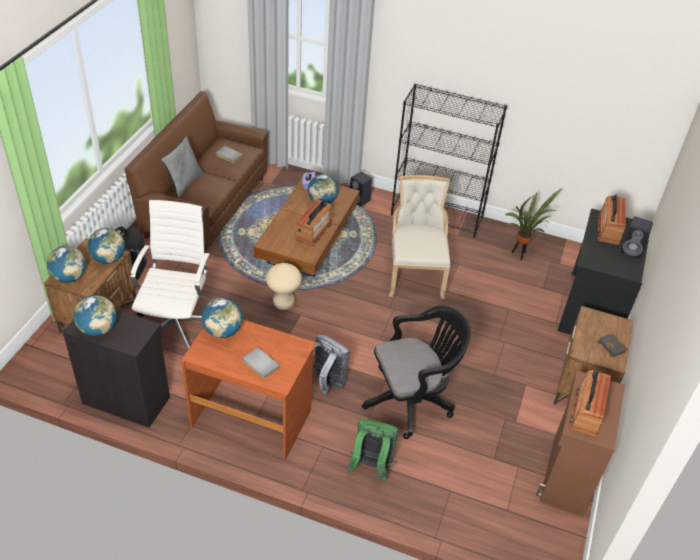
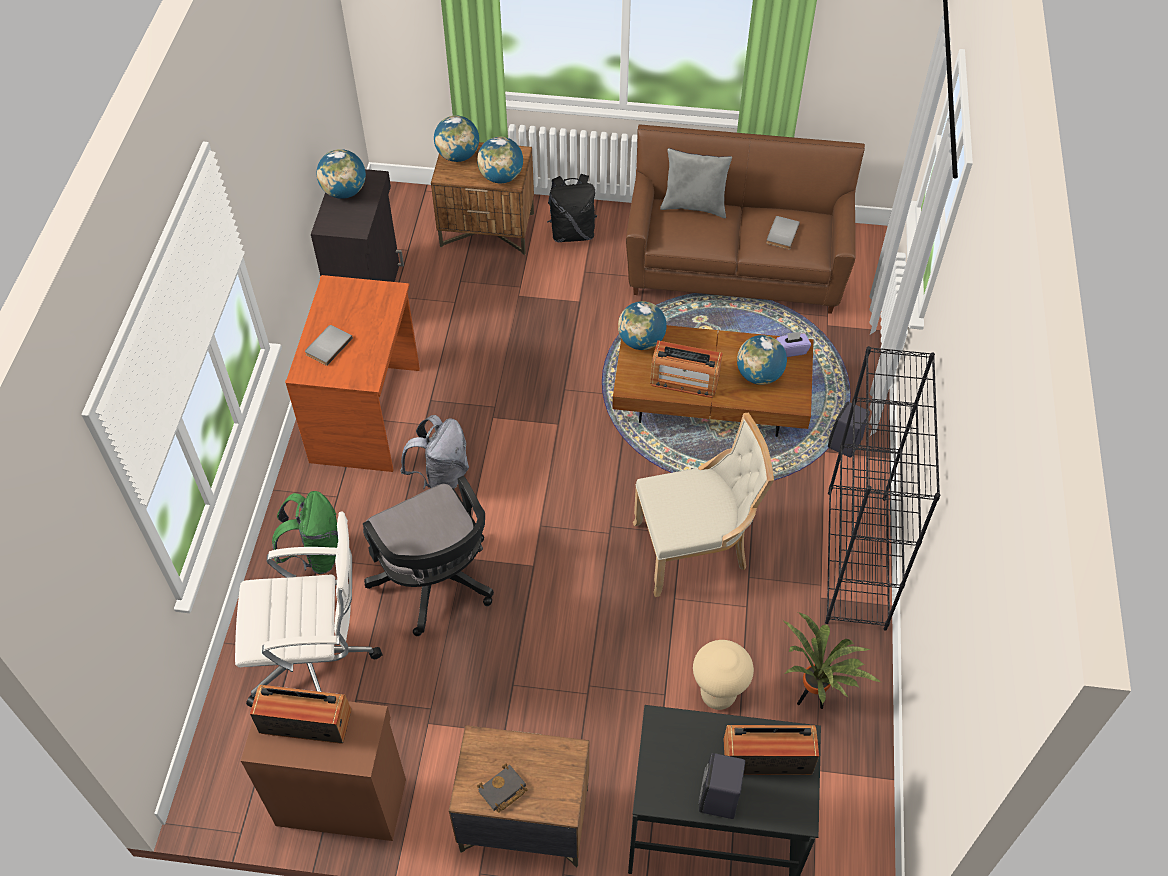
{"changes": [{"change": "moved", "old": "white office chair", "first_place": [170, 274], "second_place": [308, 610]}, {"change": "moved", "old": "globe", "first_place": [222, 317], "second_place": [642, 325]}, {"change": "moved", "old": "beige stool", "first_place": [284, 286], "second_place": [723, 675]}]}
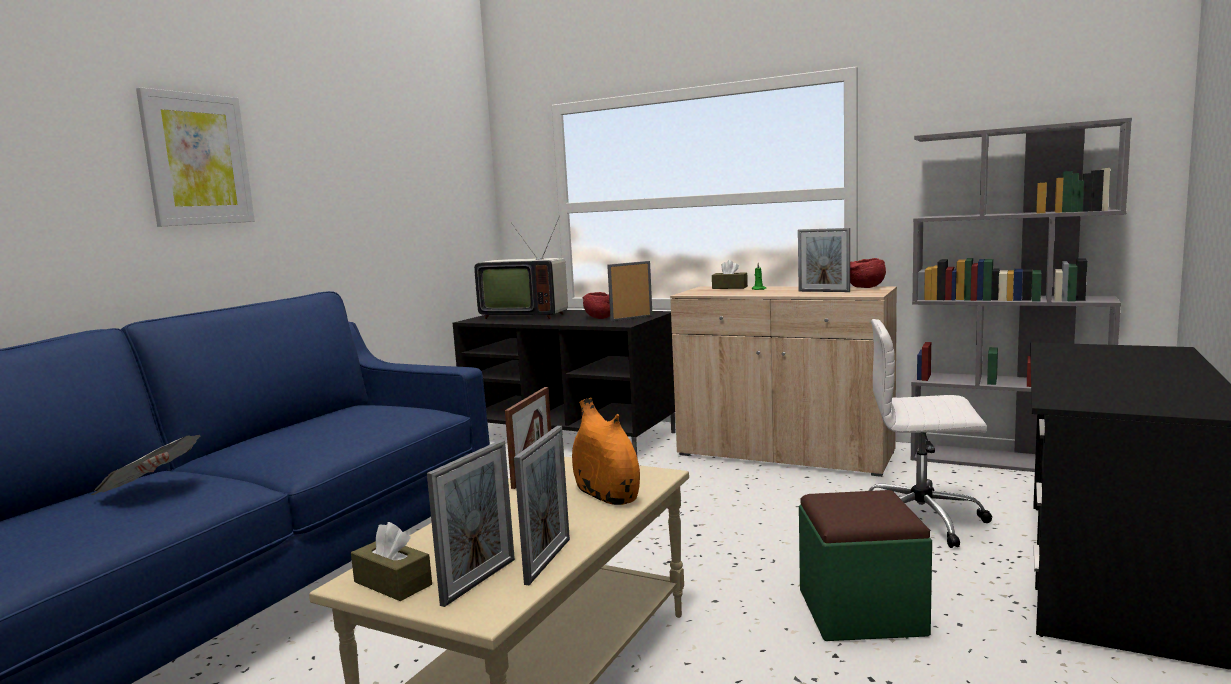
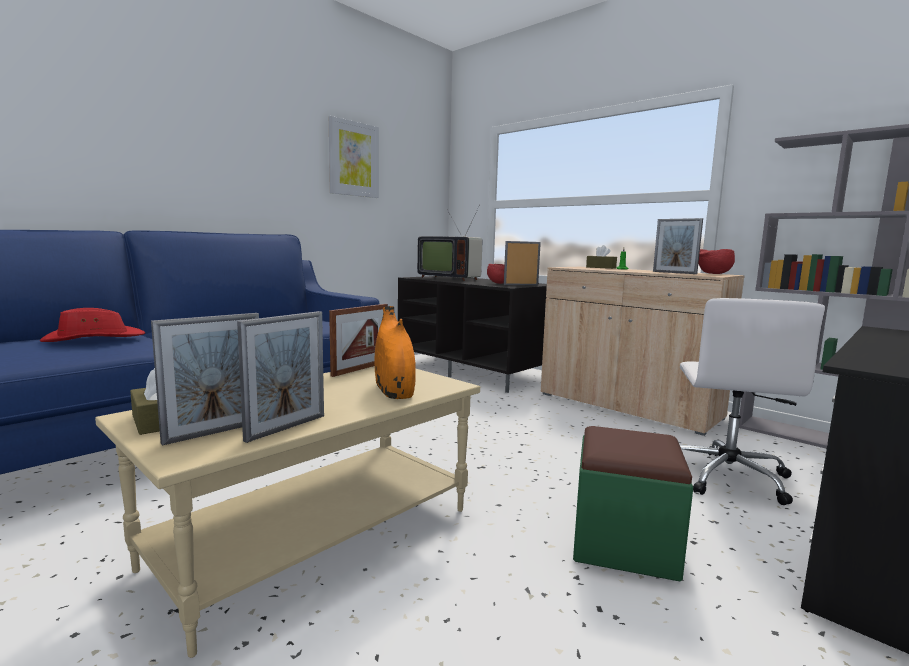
{"changes": [{"change": "moved", "old": "picture", "first_place": [195, 157], "second_place": [354, 157]}, {"change": "replaced", "old": "newspaper", "new": "red hat", "first_place": [145, 465], "second_place": [92, 325]}, {"change": "turned", "old": "white office chair", "first_place": [930, 433], "second_place": [752, 401], "degrees": -105}]}
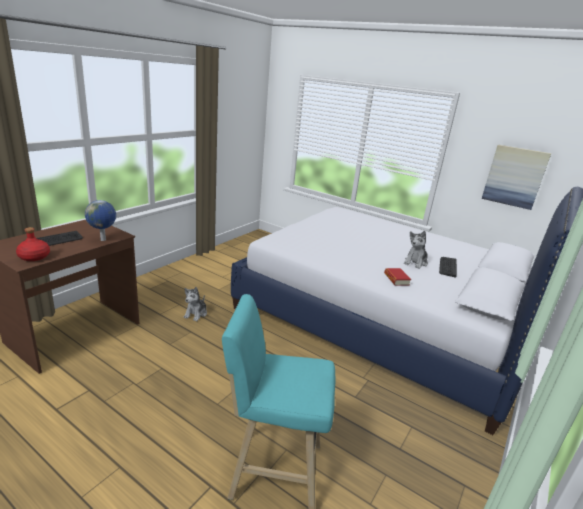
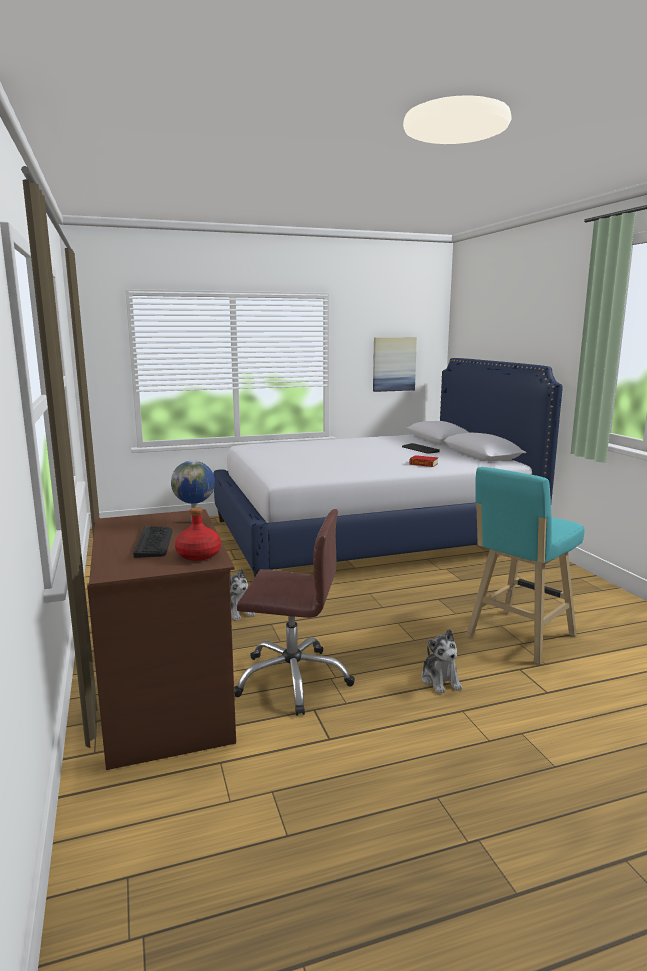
{"changes": [{"change": "added", "new": "brown office chair", "second_place": [294, 612]}, {"change": "moved", "old": "plush toy", "first_place": [416, 250], "second_place": [442, 661]}]}
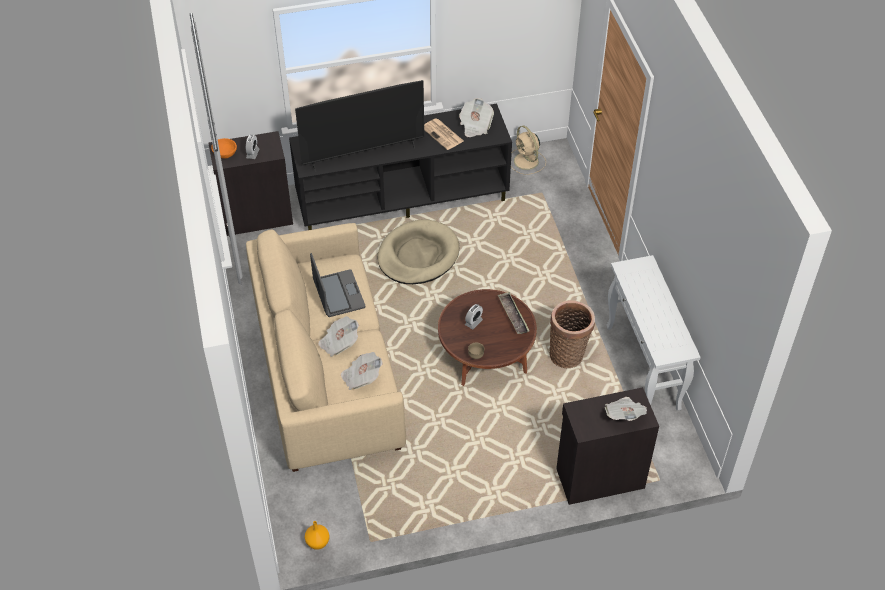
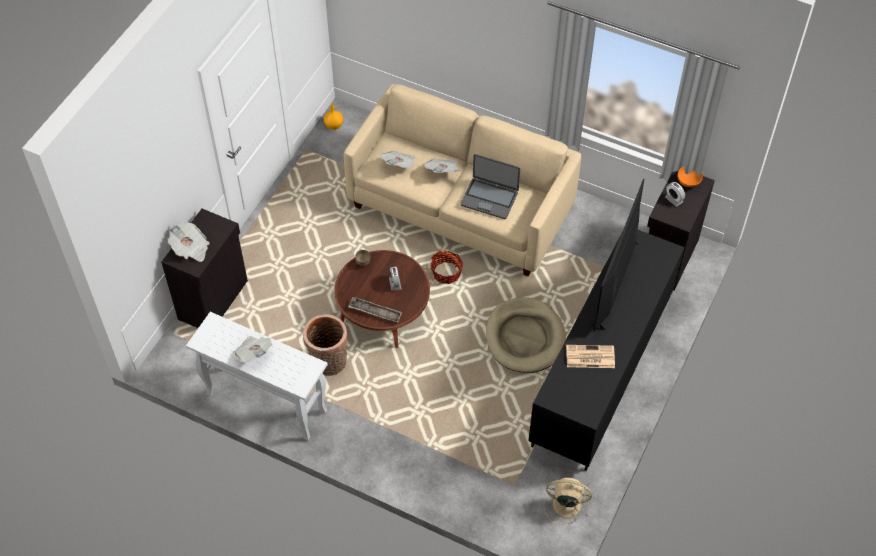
{"changes": [{"change": "added", "new": "basket", "second_place": [447, 267]}, {"change": "moved", "old": "newspaper", "first_place": [476, 117], "second_place": [253, 349]}]}
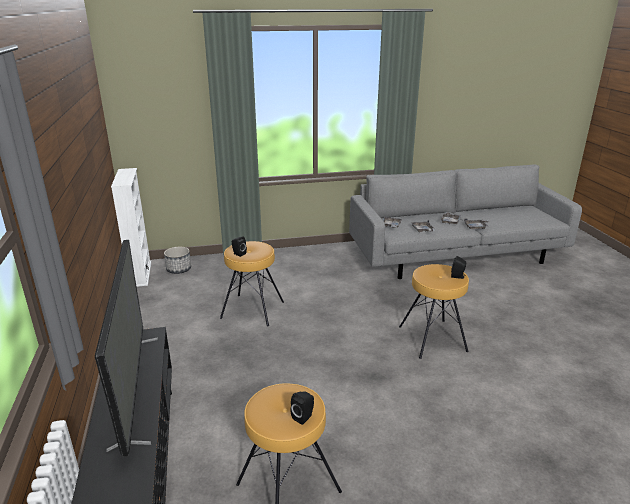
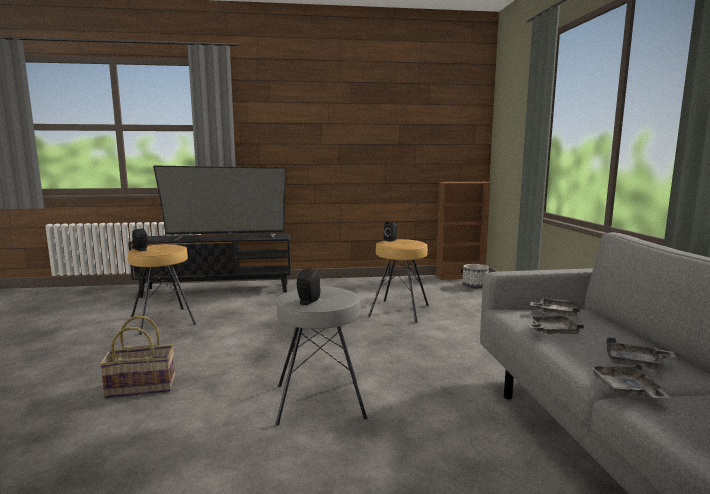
{"changes": [{"change": "added", "new": "basket", "second_place": [137, 357]}, {"change": "recoloured", "old": "white bookcase", "new": "brown bookcase", "first_place": [131, 227], "second_place": [463, 231]}, {"change": "recoloured", "old": "brown stool", "new": "grey stool", "first_place": [434, 311], "second_place": [321, 356]}]}
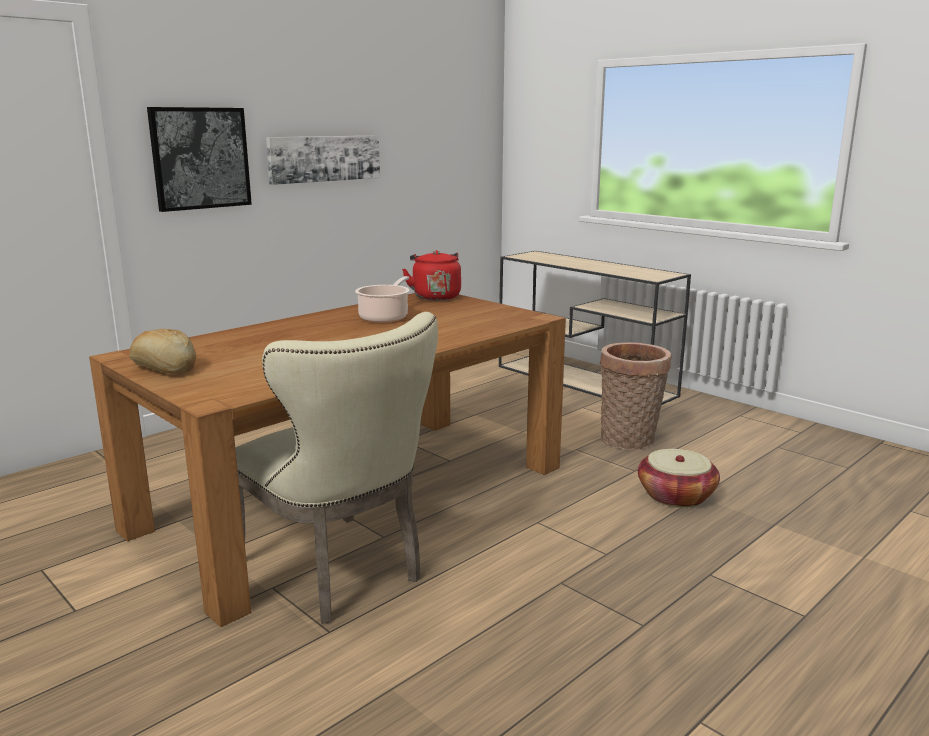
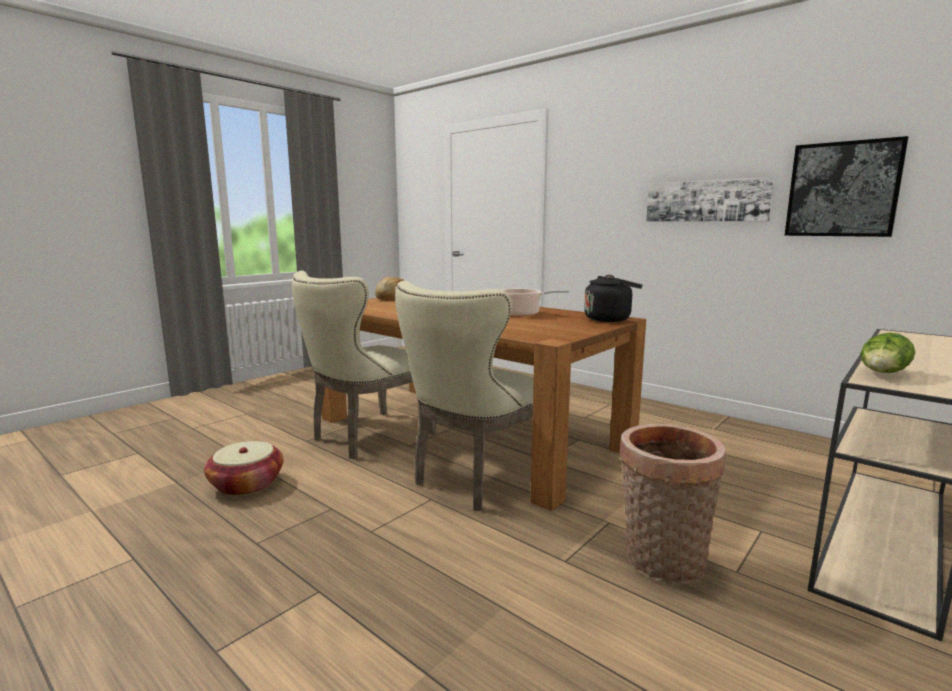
{"changes": [{"change": "added", "new": "beige chair", "second_place": [464, 396]}, {"change": "added", "new": "lettuce", "second_place": [887, 353]}, {"change": "moved", "old": "picture", "first_place": [199, 159], "second_place": [846, 186]}, {"change": "moved", "old": "basket", "first_place": [679, 478], "second_place": [243, 468]}, {"change": "recoloured", "old": "red kettle", "new": "black kettle", "first_place": [431, 275], "second_place": [613, 298]}]}
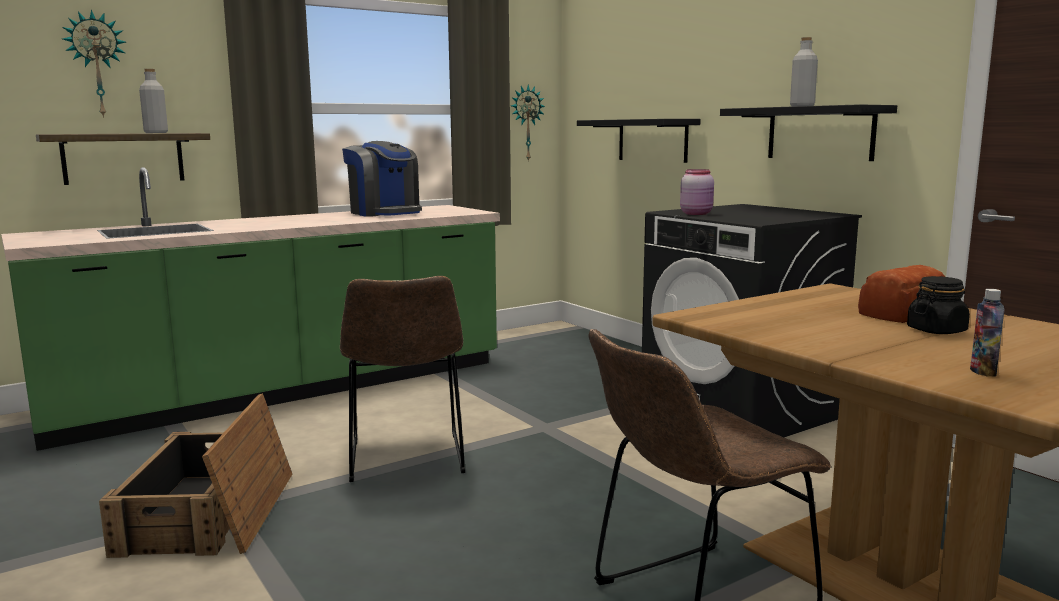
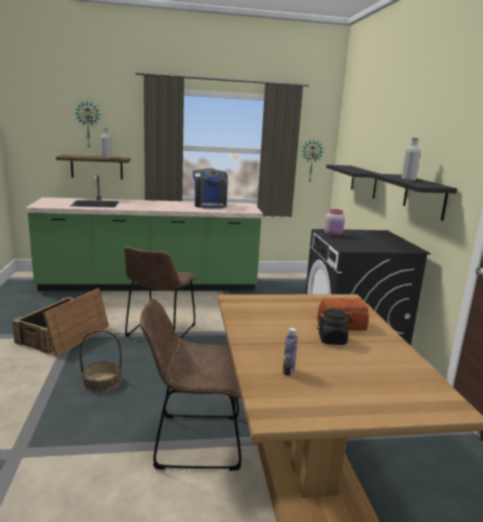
{"changes": [{"change": "added", "new": "basket", "second_place": [100, 361]}]}
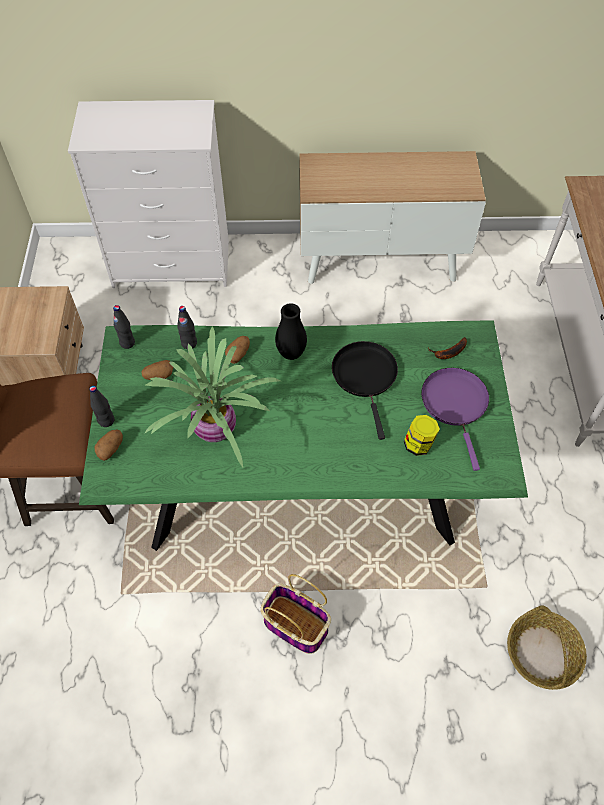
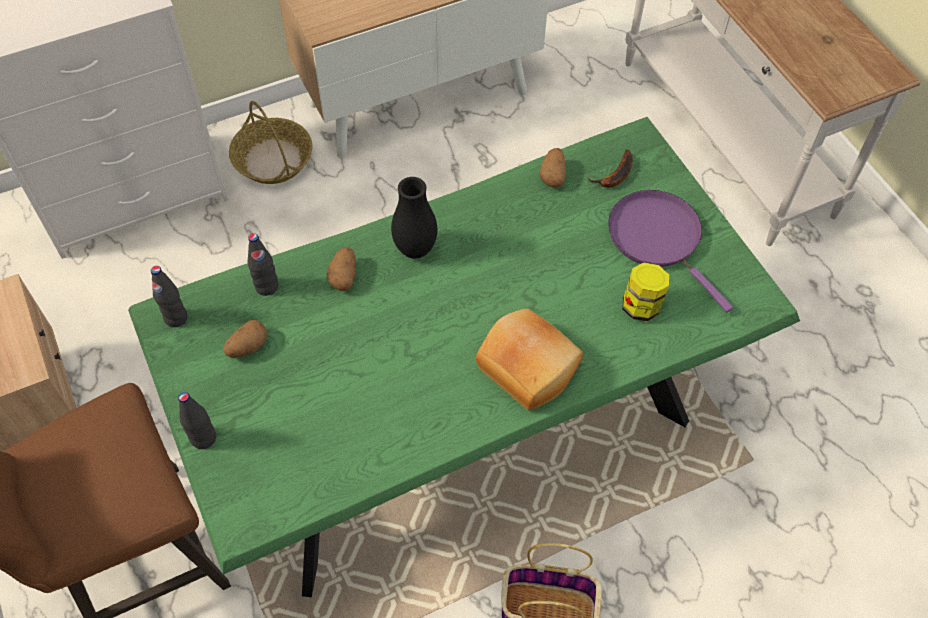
{"changes": [{"change": "removed", "old": "potted plant", "first_place": [212, 396]}, {"change": "removed", "old": "black frying pan", "first_place": [365, 390]}, {"change": "added", "new": "bread", "second_place": [529, 359]}, {"change": "moved", "old": "potato", "first_place": [108, 445], "second_place": [553, 168]}, {"change": "moved", "old": "basket", "first_place": [547, 648], "second_place": [271, 142]}]}
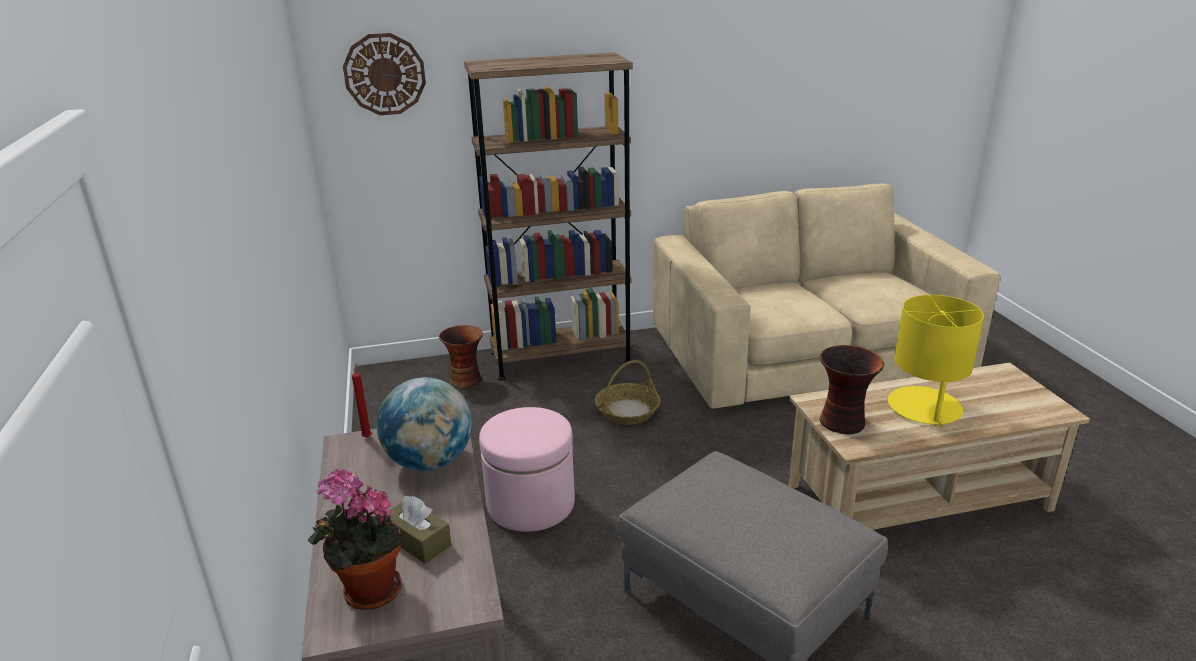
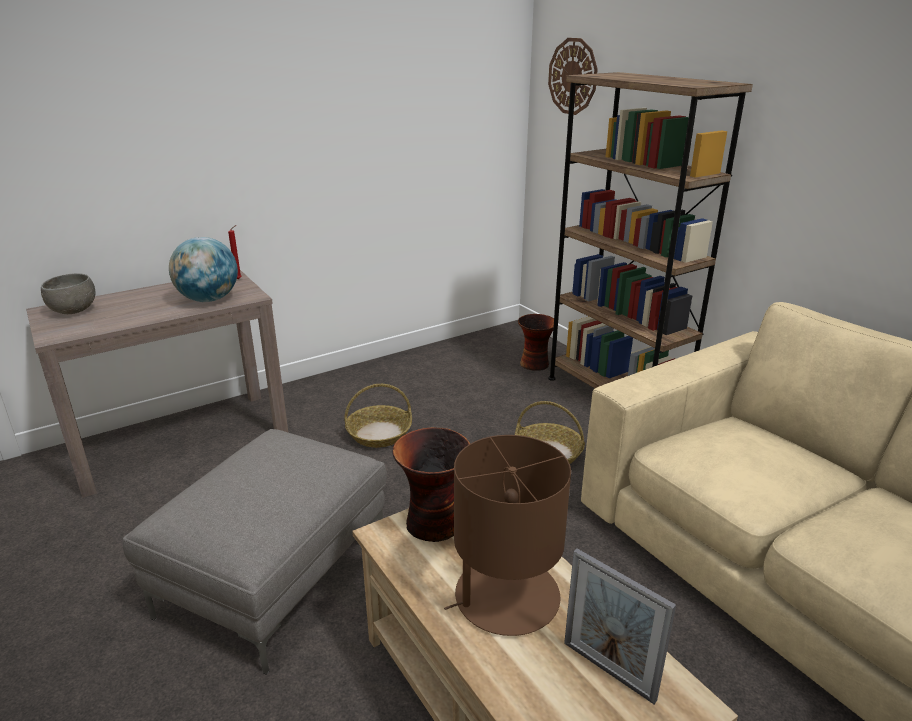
{"changes": [{"change": "removed", "old": "brown tissue box", "first_place": [420, 530]}, {"change": "added", "new": "picture frame", "second_place": [620, 626]}, {"change": "replaced", "old": "potted plant", "new": "grey bowl", "first_place": [355, 539], "second_place": [68, 293]}, {"change": "replaced", "old": "pink ottoman", "new": "basket", "first_place": [527, 469], "second_place": [378, 416]}, {"change": "recoloured", "old": "yellow table lamp", "new": "brown table lamp", "first_place": [936, 361], "second_place": [507, 535]}]}
